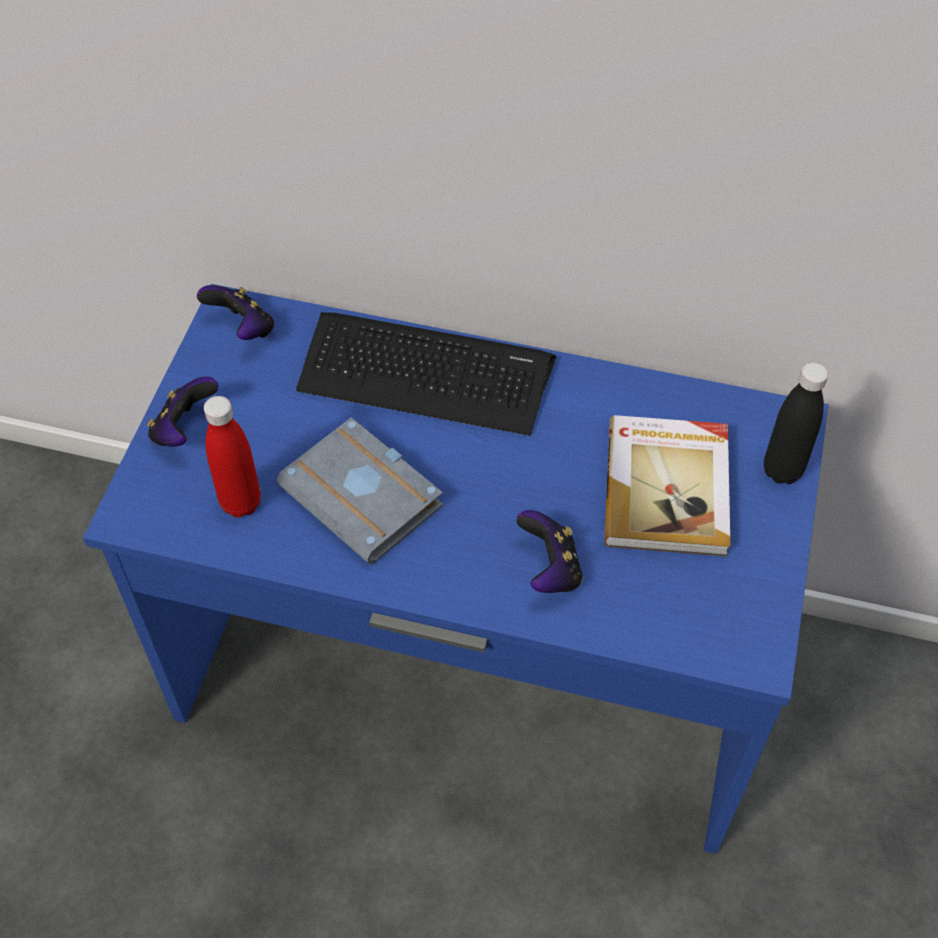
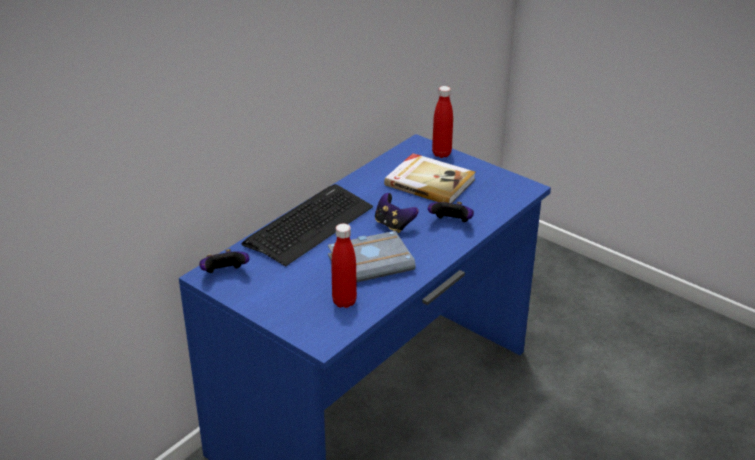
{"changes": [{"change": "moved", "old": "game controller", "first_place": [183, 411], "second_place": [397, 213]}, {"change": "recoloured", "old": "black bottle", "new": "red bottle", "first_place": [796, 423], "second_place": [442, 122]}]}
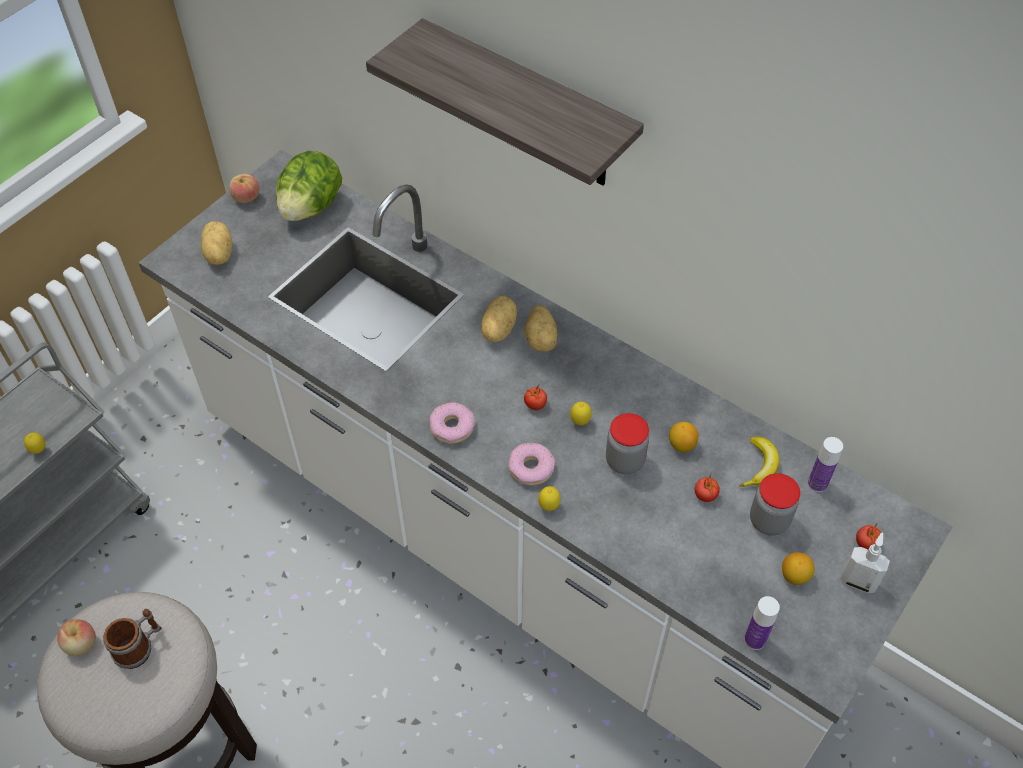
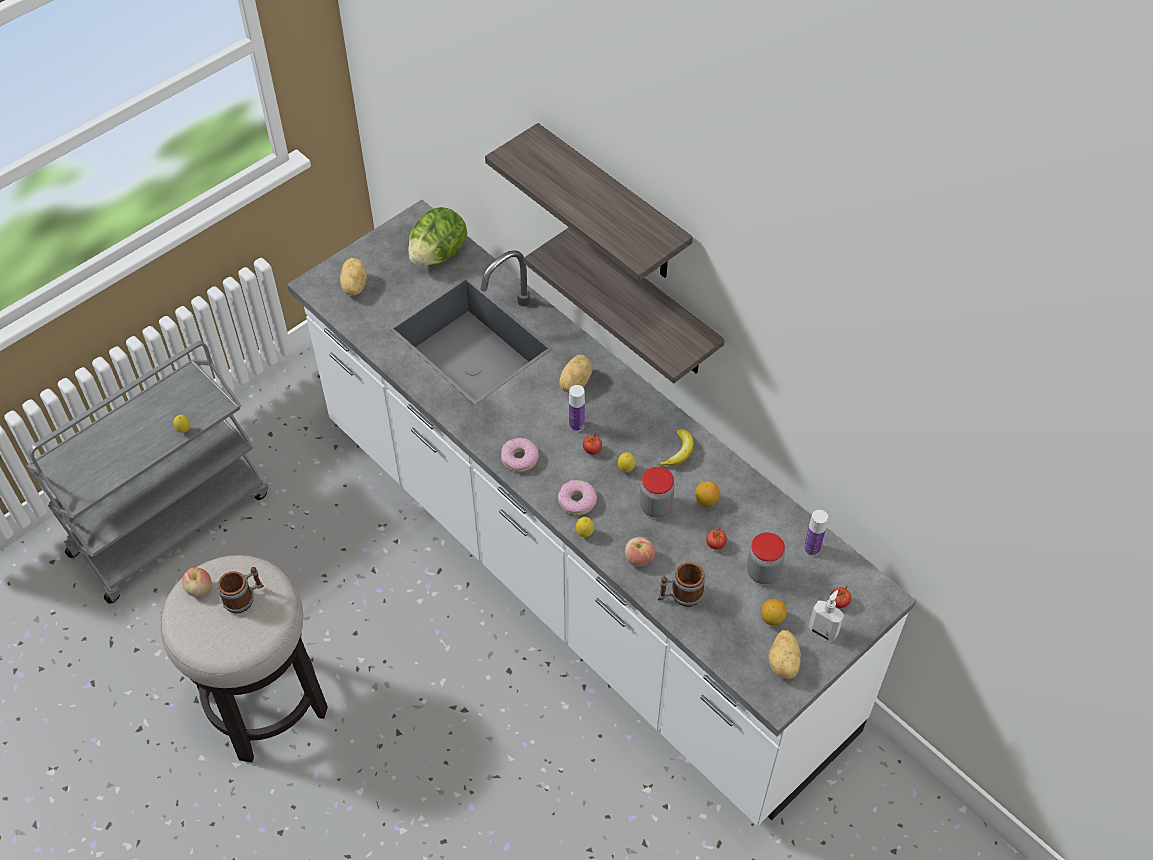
{"changes": [{"change": "added", "new": "shelf", "second_place": [624, 305]}, {"change": "added", "new": "mug", "second_place": [681, 584]}, {"change": "moved", "old": "apple", "first_place": [244, 188], "second_place": [640, 551]}, {"change": "moved", "old": "potato", "first_place": [540, 328], "second_place": [784, 654]}, {"change": "moved", "old": "banana", "first_place": [759, 462], "second_place": [675, 447]}, {"change": "moved", "old": "bottle", "first_place": [762, 623], "second_place": [577, 408]}]}
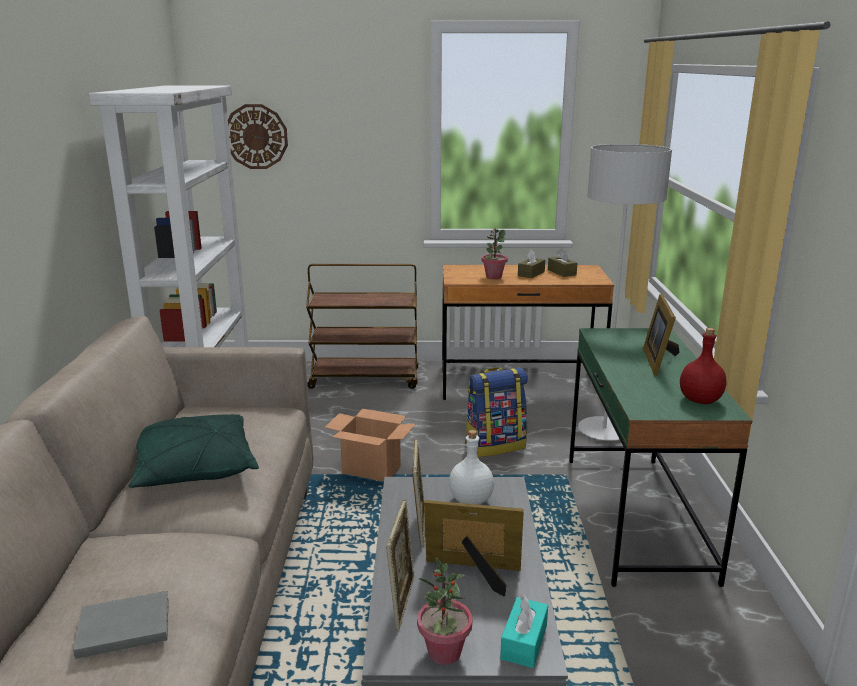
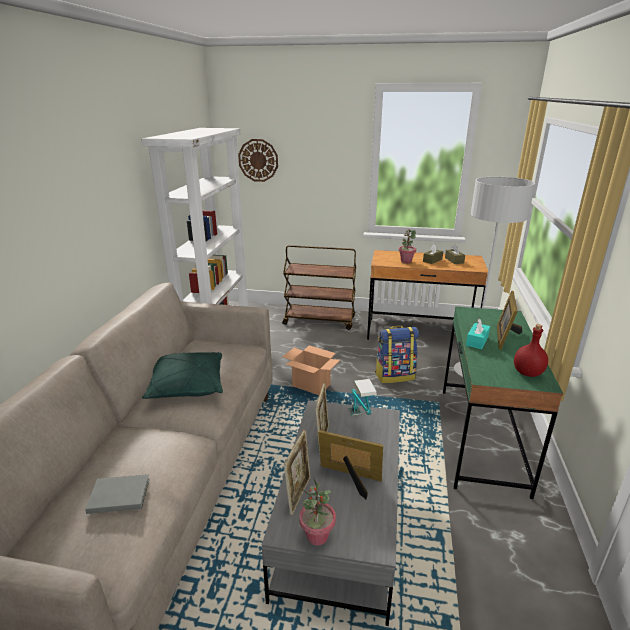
{"changes": [{"change": "moved", "old": "turquoise tissue box", "first_place": [524, 631], "second_place": [478, 334]}, {"change": "replaced", "old": "white bottle", "new": "table lamp", "first_place": [471, 467], "second_place": [362, 397]}]}
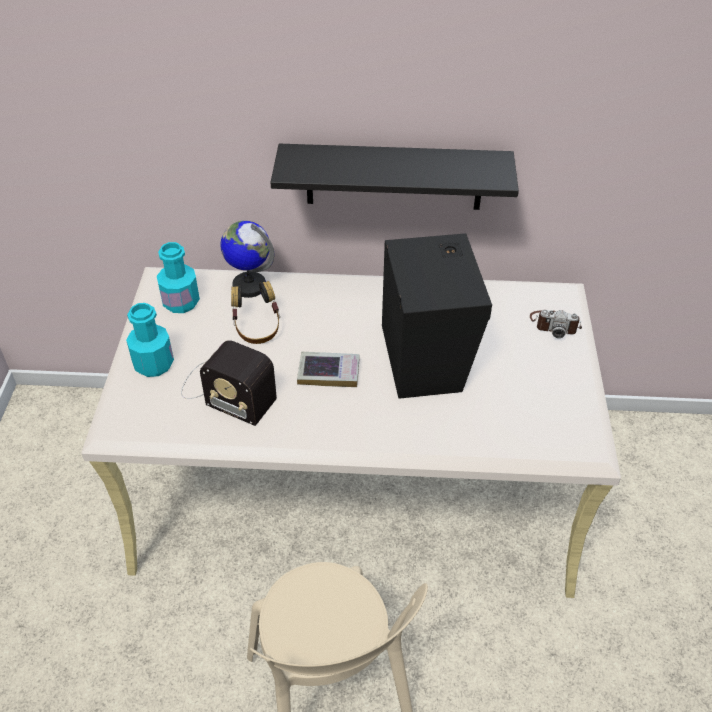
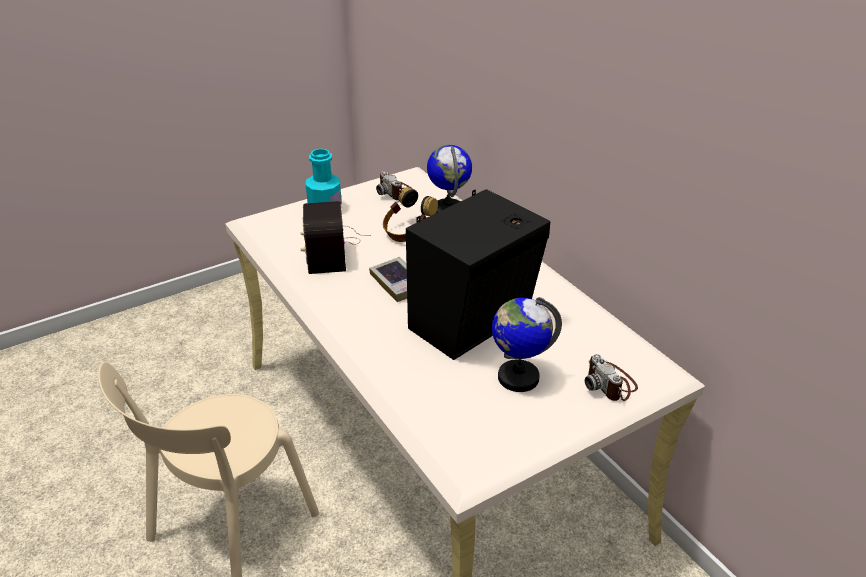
{"changes": [{"change": "removed", "old": "black shelf", "first_place": [394, 177]}, {"change": "added", "new": "globe", "second_place": [527, 344]}, {"change": "replaced", "old": "turquoise bottle", "new": "photo camera", "first_place": [178, 277], "second_place": [394, 185]}]}
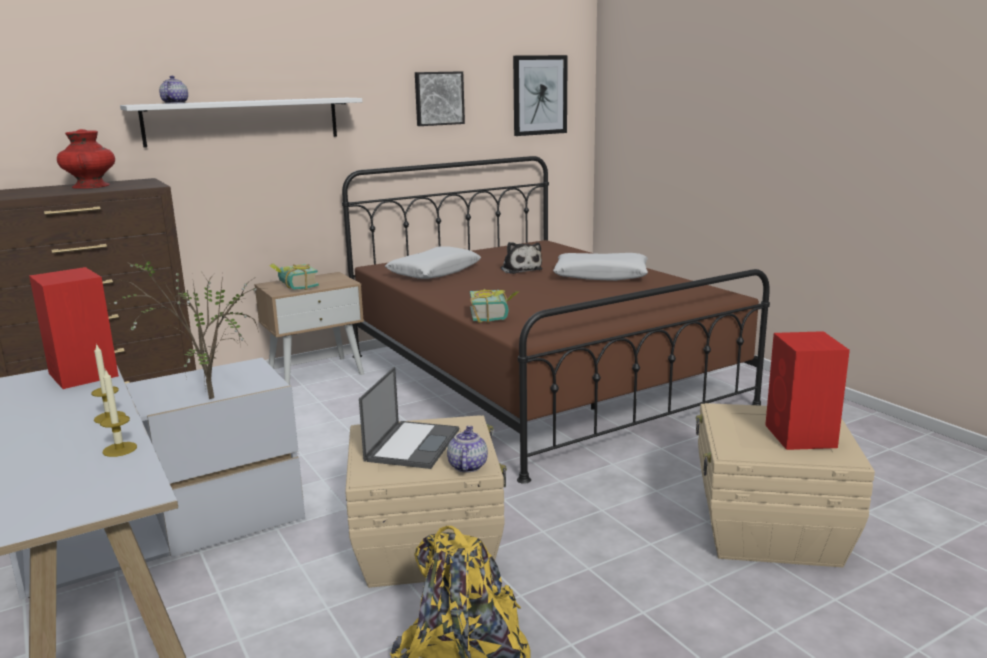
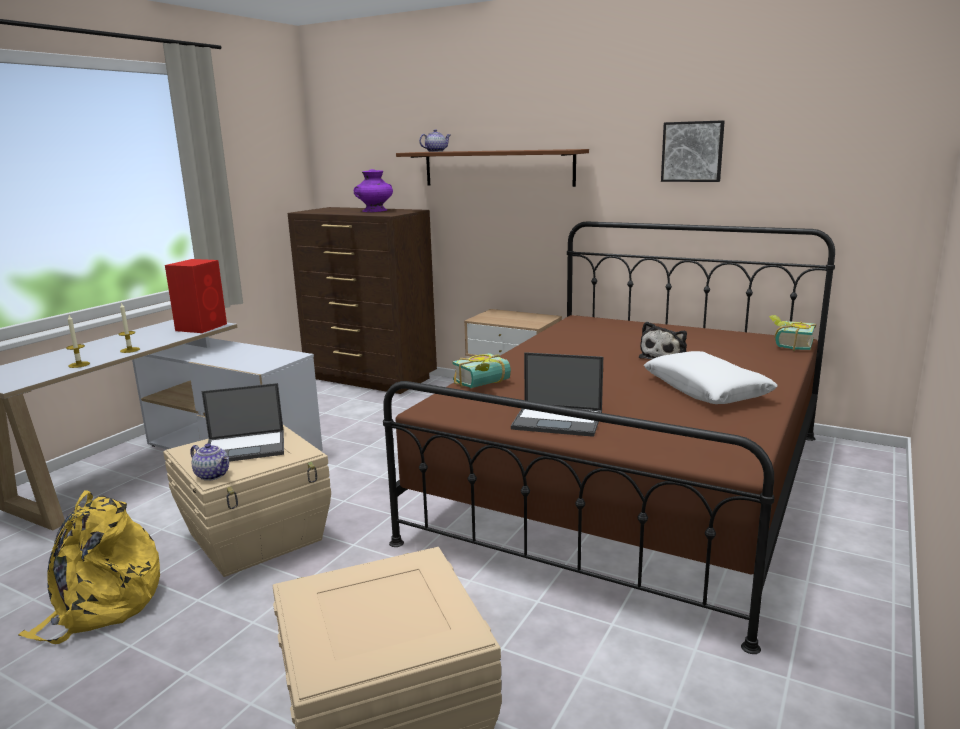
{"changes": [{"change": "removed", "old": "potted plant", "first_place": [189, 327]}, {"change": "removed", "old": "white pillow", "first_place": [433, 262]}, {"change": "removed", "old": "picture", "first_place": [540, 95]}, {"change": "removed", "old": "red speaker", "first_place": [807, 390]}, {"change": "added", "new": "laptop", "second_place": [557, 394]}, {"change": "moved", "old": "book", "first_place": [294, 277], "second_place": [792, 333]}, {"change": "recoloured", "old": "red vase", "new": "purple vase", "first_place": [86, 159], "second_place": [373, 190]}, {"change": "recoloured", "old": "white shelf", "new": "brown shelf", "first_place": [241, 123], "second_place": [492, 168]}, {"change": "turned", "old": "teapot", "first_place": [467, 449], "second_place": [209, 462], "degrees": 60}]}
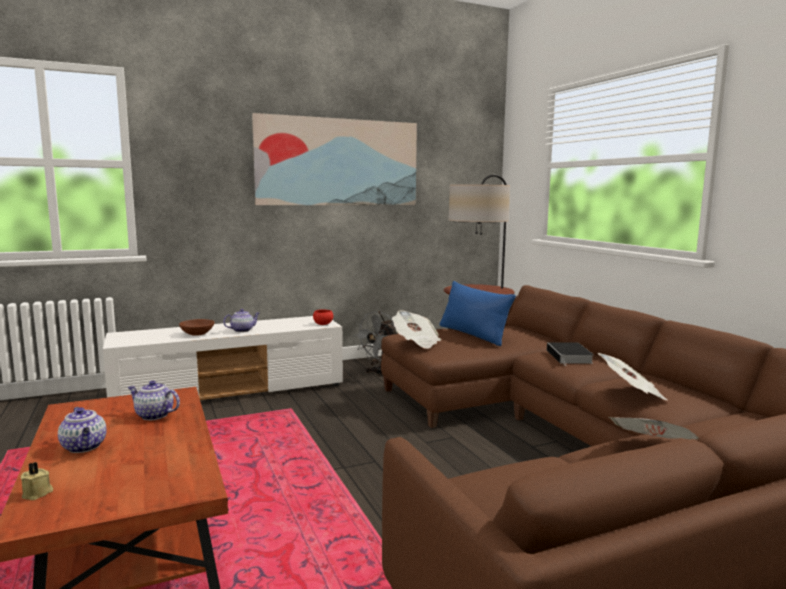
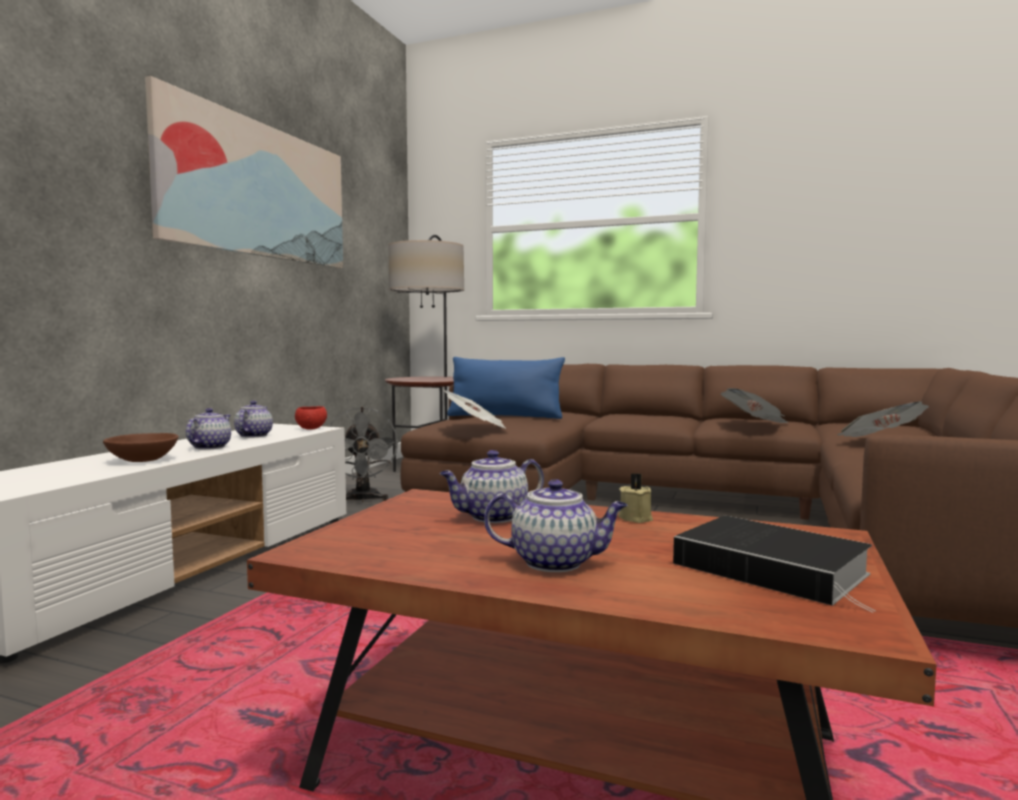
{"changes": [{"change": "added", "new": "teapot", "second_place": [253, 419]}, {"change": "moved", "old": "beige candle", "first_place": [37, 481], "second_place": [635, 498]}, {"change": "moved", "old": "book", "first_place": [570, 353], "second_place": [774, 564]}]}
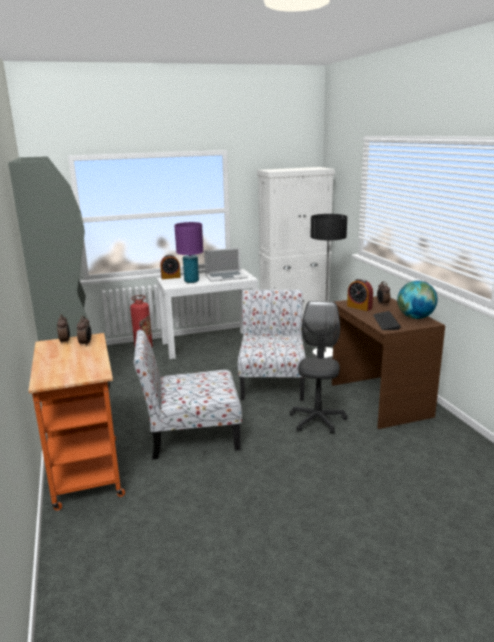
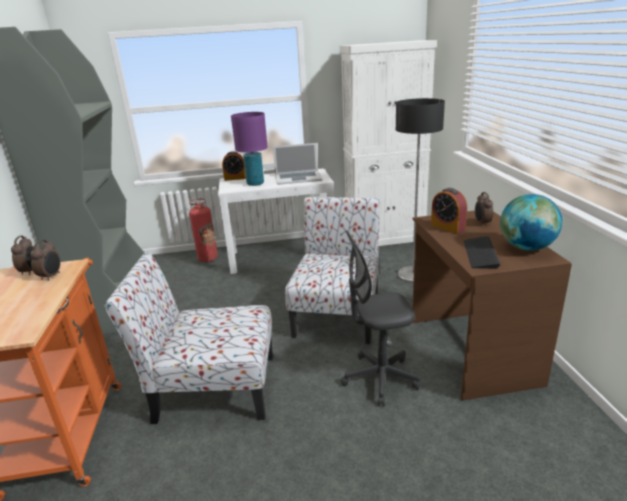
{"changes": [{"change": "turned", "old": "grey office chair", "first_place": [318, 367], "second_place": [380, 318], "degrees": -120}]}
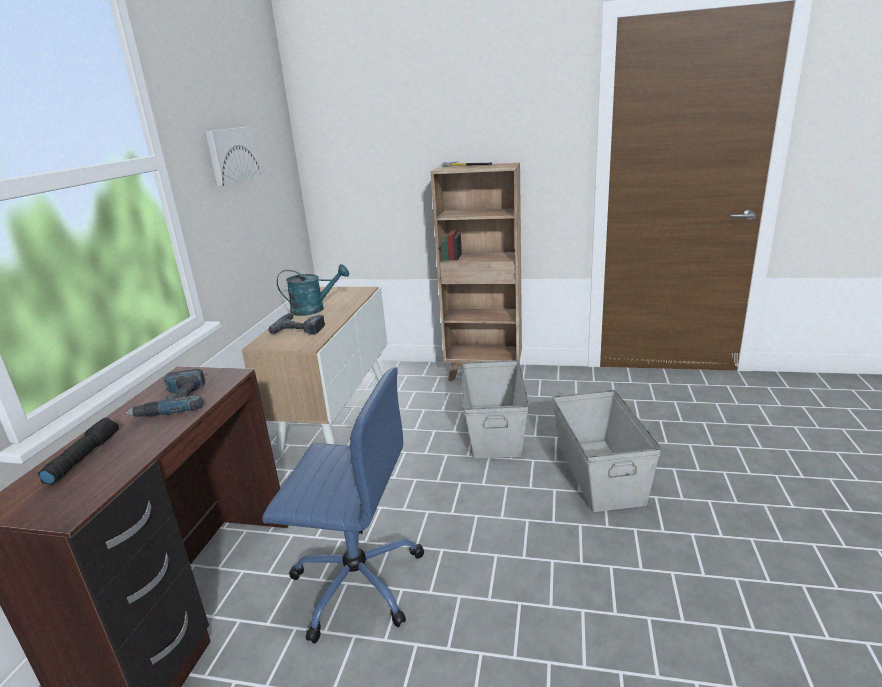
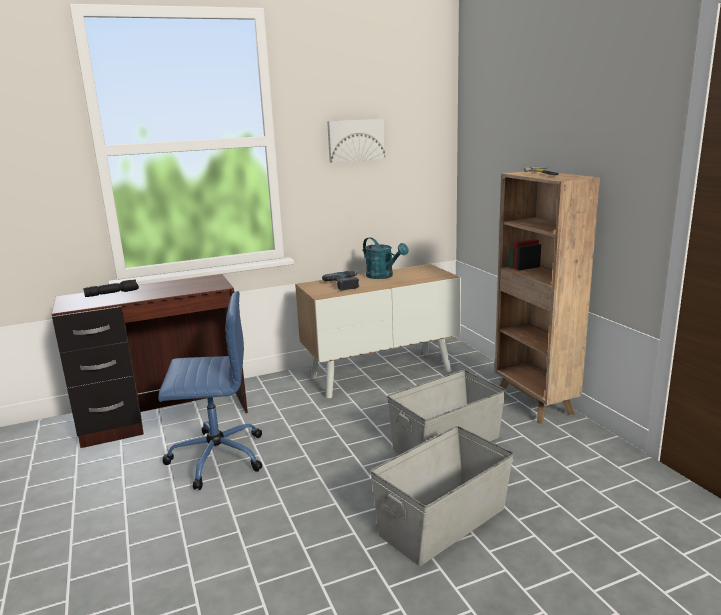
{"changes": [{"change": "removed", "old": "power drill", "first_place": [165, 393]}, {"change": "turned", "old": "blue office chair", "first_place": [343, 505], "second_place": [210, 390], "degrees": -75}]}
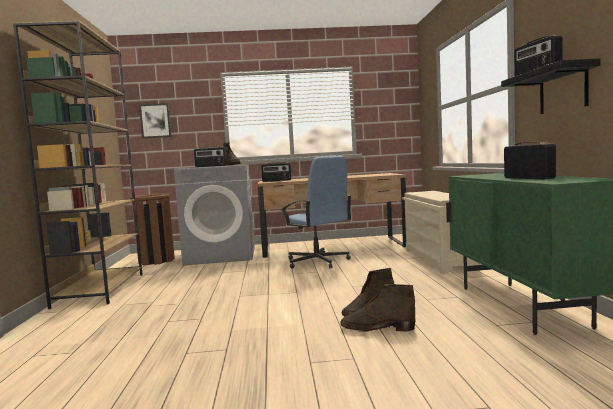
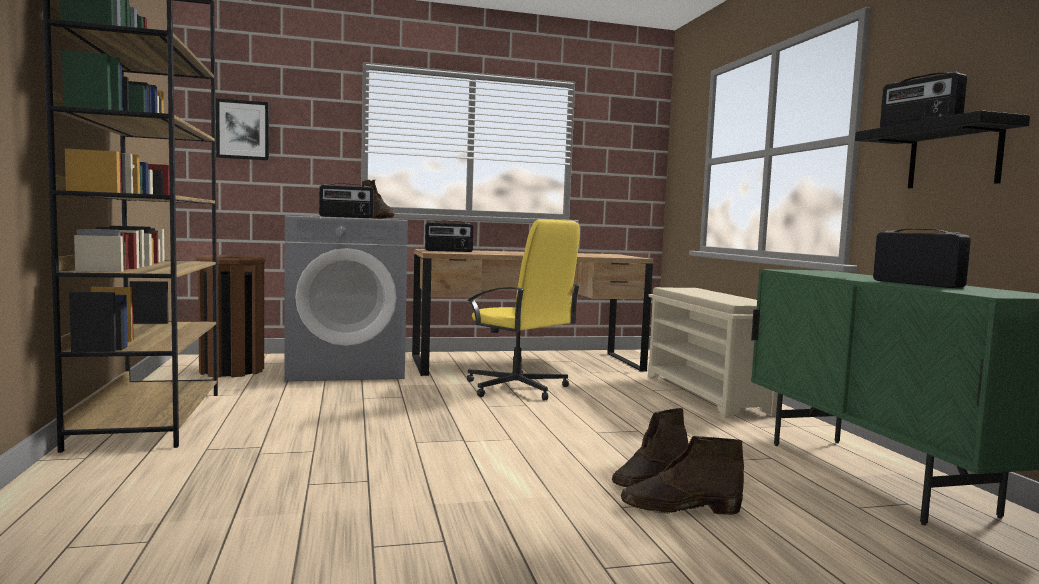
{"changes": [{"change": "recoloured", "old": "blue office chair", "new": "yellow office chair", "first_place": [316, 212], "second_place": [523, 309]}]}
